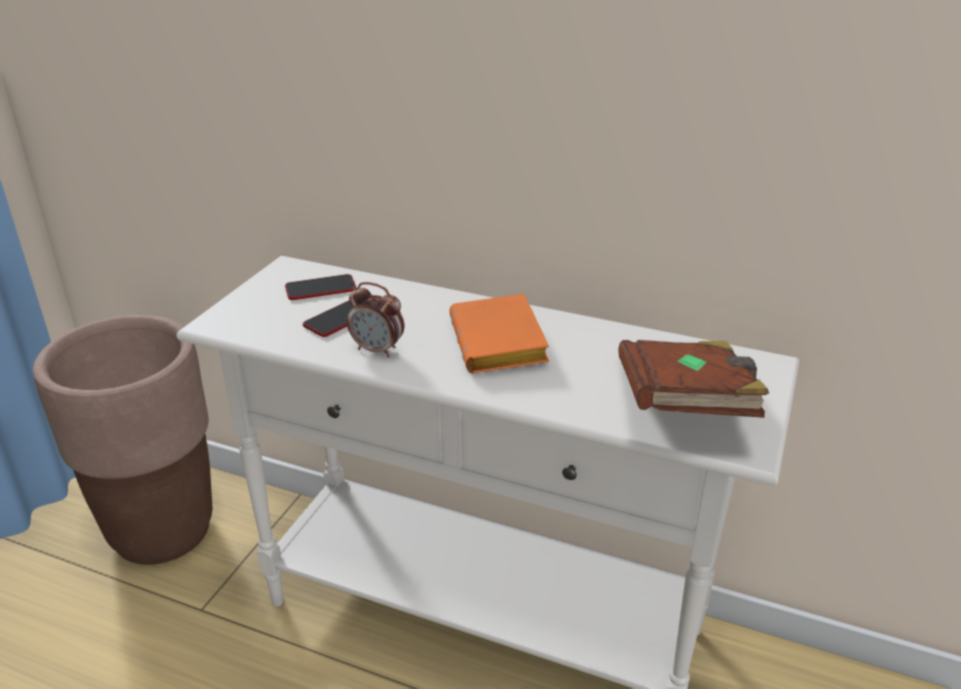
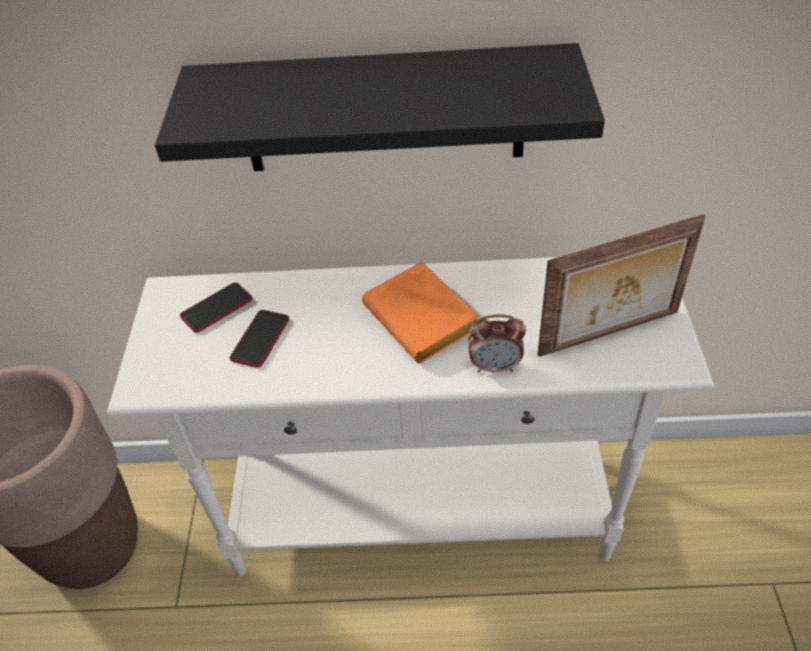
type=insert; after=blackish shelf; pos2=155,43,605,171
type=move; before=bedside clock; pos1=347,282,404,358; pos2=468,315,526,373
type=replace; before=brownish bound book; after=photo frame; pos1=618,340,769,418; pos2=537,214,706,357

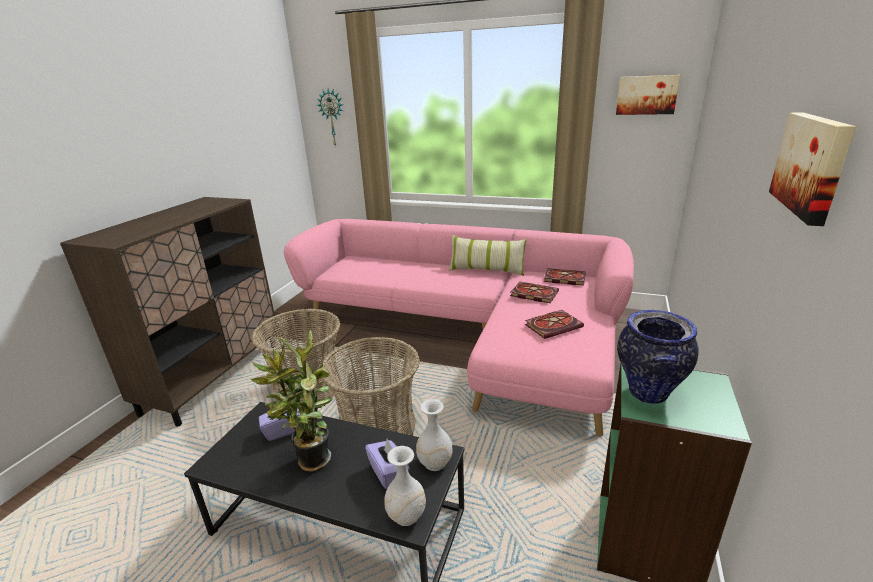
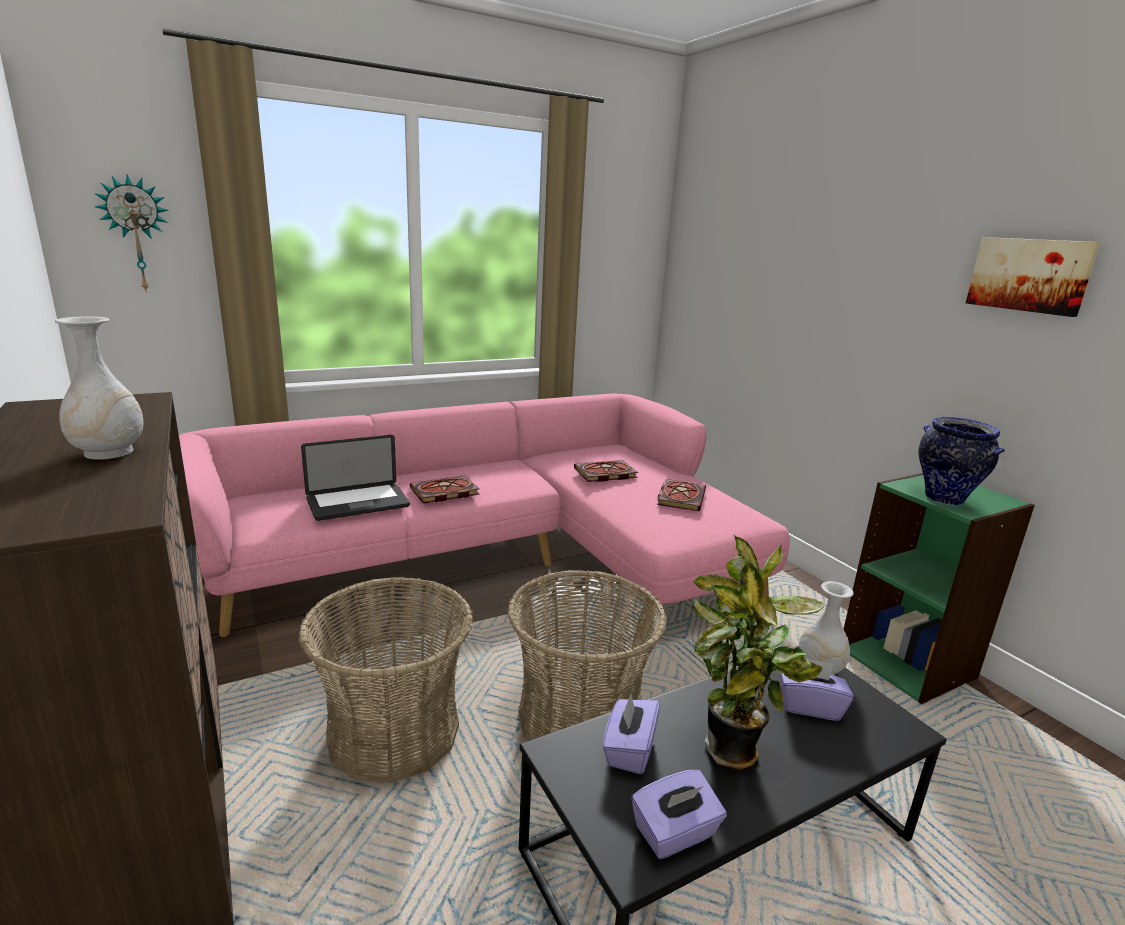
type=move; before=white-coloured vase; pos1=384,446,426,526; pos2=55,316,144,460
type=insert; after=laptop; pos2=301,435,410,521
type=move; before=bound book; pos1=544,268,586,285; pos2=410,475,480,504
type=insert; after=purplish tissue box; pos2=631,770,727,859
type=delete; before=pillow; pos1=448,235,527,276
type=delete; before=wall art; pos1=616,75,680,115

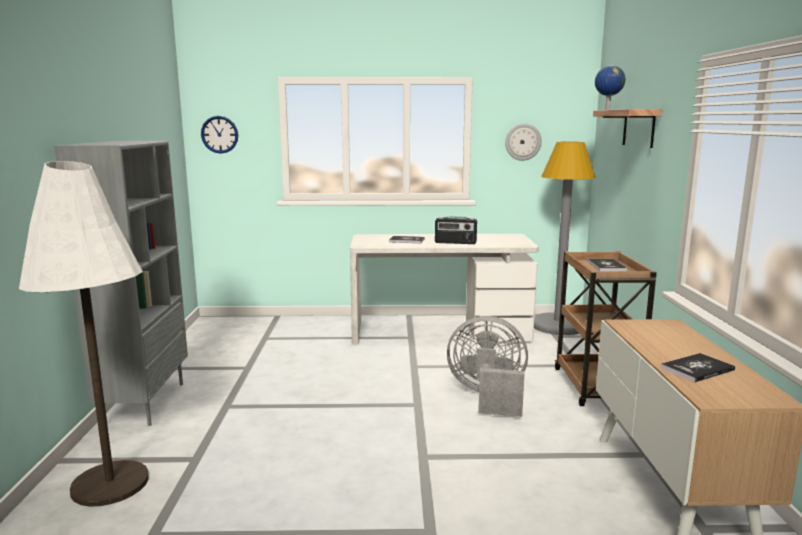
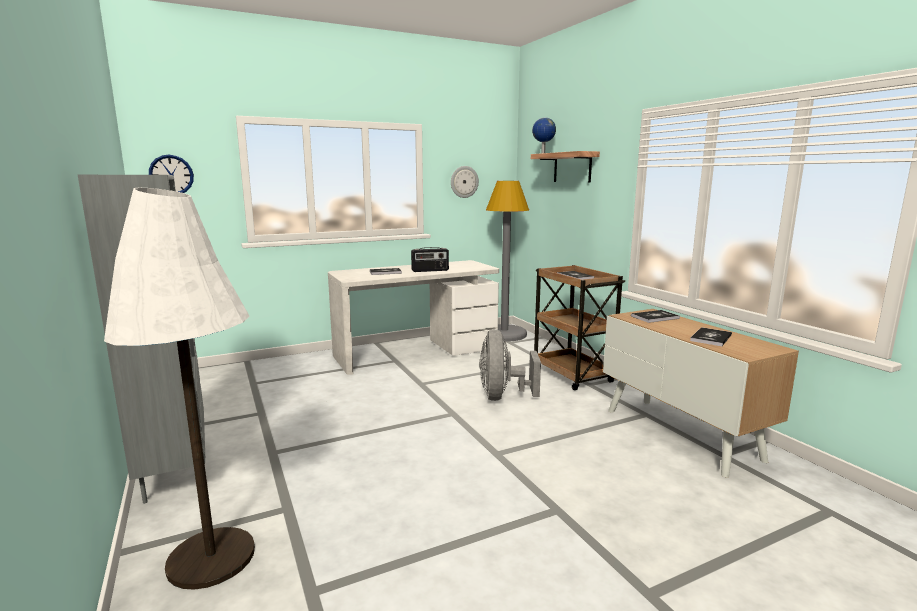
type=rotate; before=grey cooling fan; pos1=447,316,528,417; pos2=479,329,541,401; turn=-75
type=insert; after=bound book; pos2=631,310,680,323

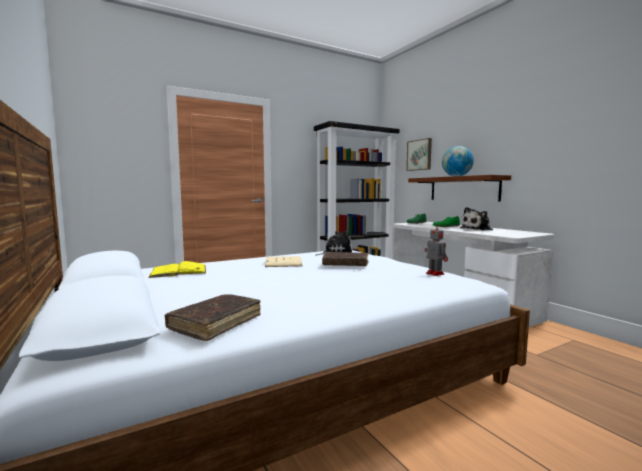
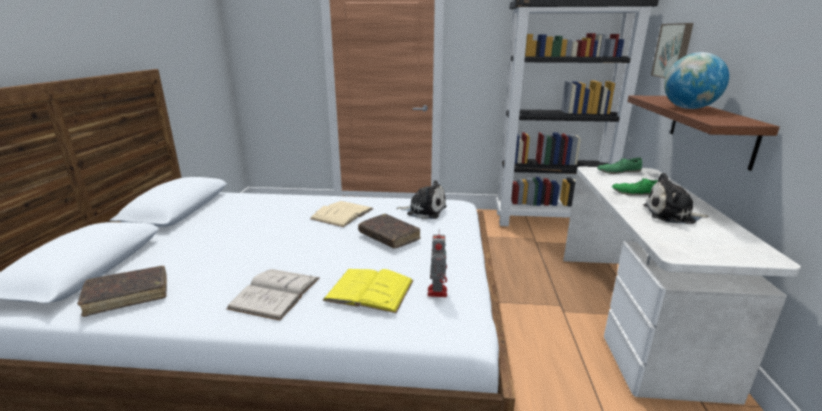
type=insert; after=white-coloured bound book; pos2=226,269,319,321
type=move; before=yellowish bound book; pos1=148,261,206,278; pos2=322,269,414,313

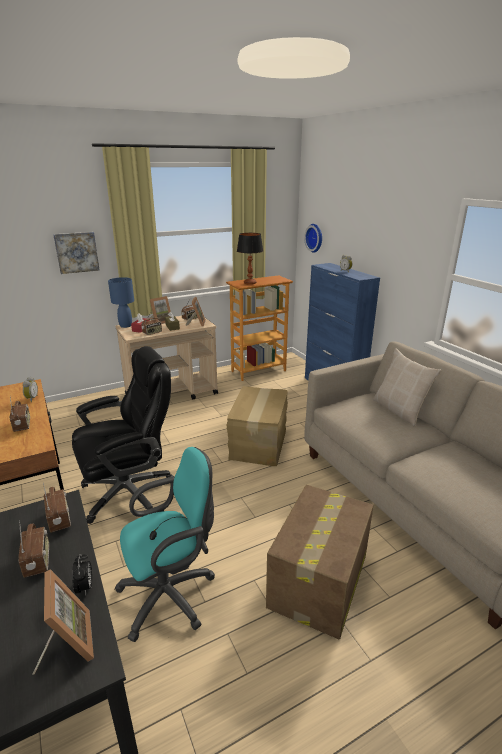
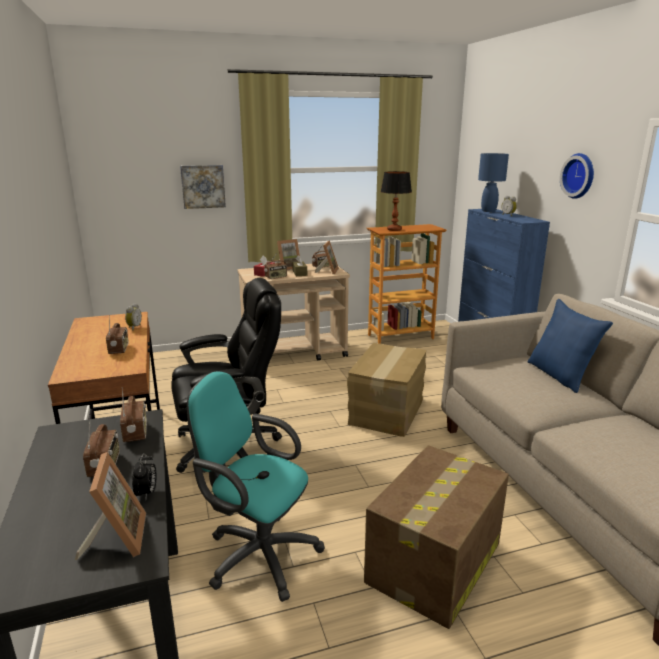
type=rotate; before=turquoise office chair; pos1=115,447,215,642; pos2=187,371,325,602; turn=-135
type=move; before=blue tabletop lamp; pos1=108,277,134,328; pos2=478,153,509,212
type=recolor; before=beige pillow; after=blue pillow; pos1=373,348,442,426; pos2=528,299,613,393
type=move; before=clock on the wall; pos1=304,224,322,253; pos2=560,153,594,199

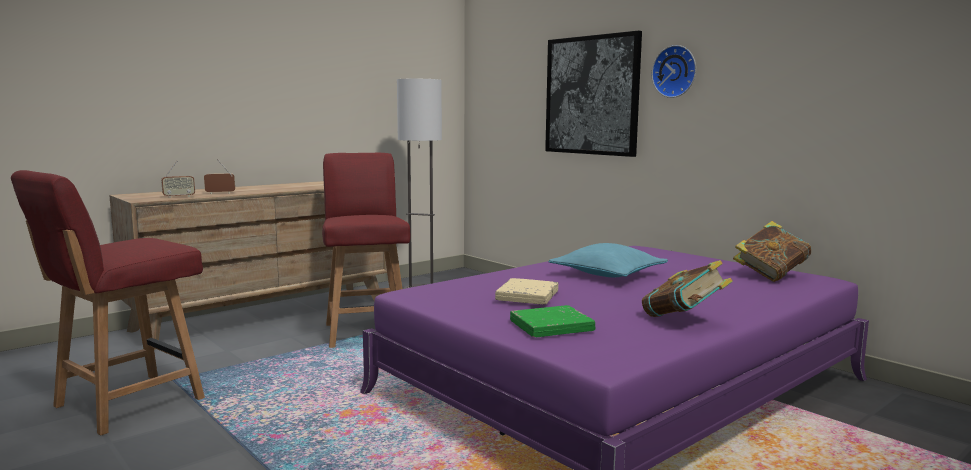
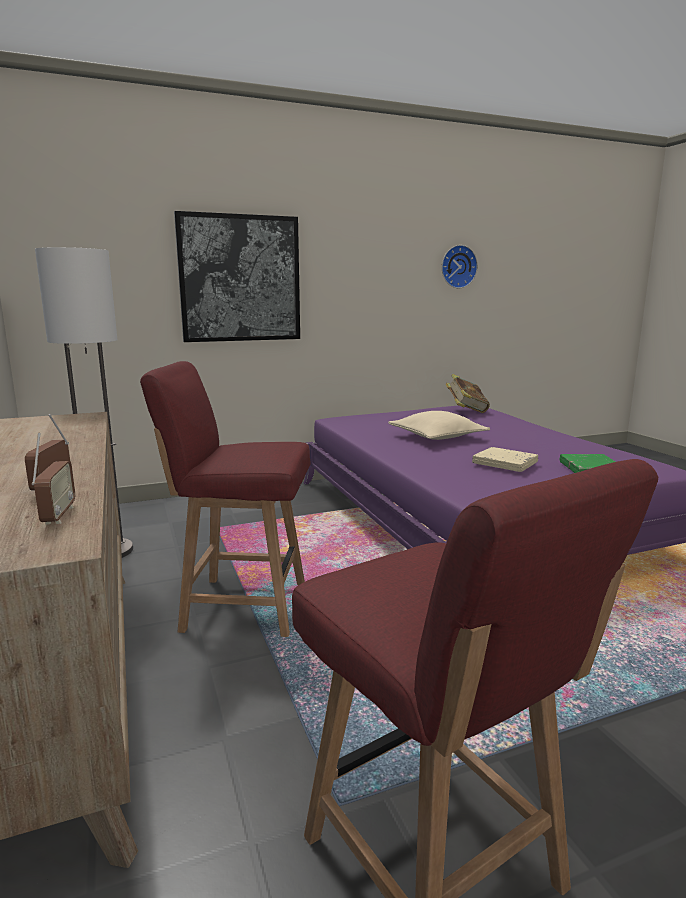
type=recolor; before=turquoise pillow; after=beige pillow; pos1=548,243,668,277; pos2=388,411,490,440
type=move; before=clock on the wall; pos1=652,45,696,98; pos2=442,245,478,288
type=delete; before=bound book; pos1=642,260,733,317

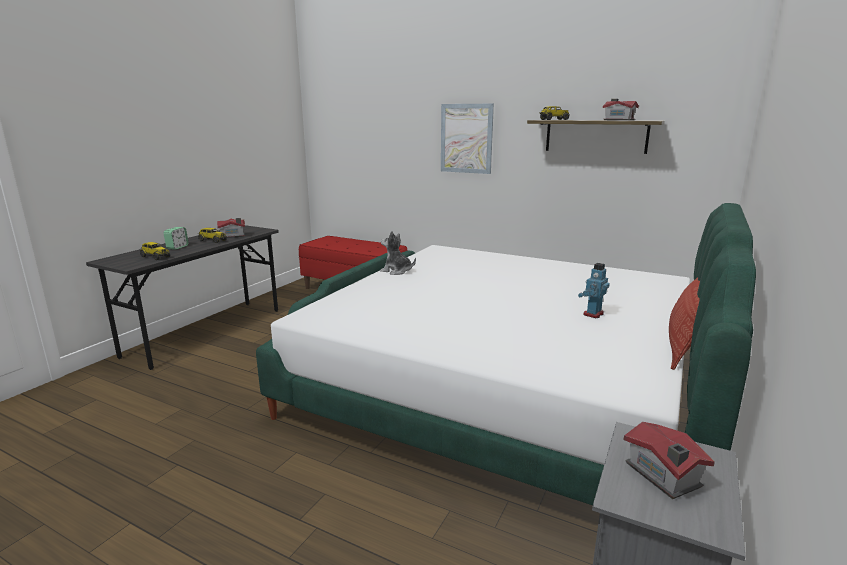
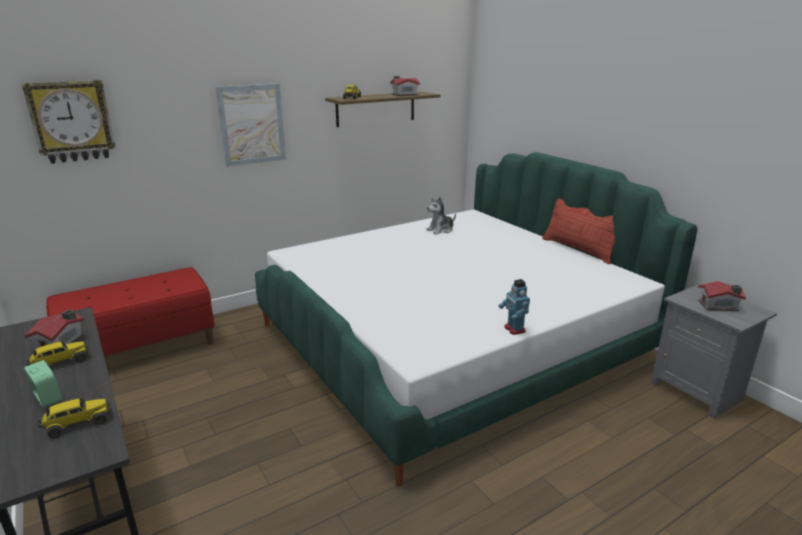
type=insert; after=clock on the wall; pos2=21,80,116,164
type=move; before=plush toy; pos1=380,231,416,275; pos2=426,197,456,234
type=move; before=model robot; pos1=578,263,610,318; pos2=498,279,530,335

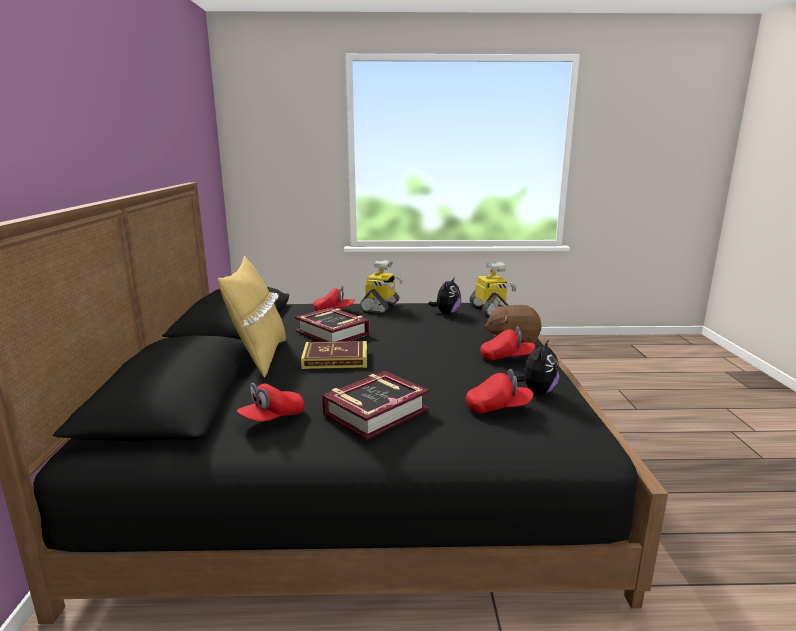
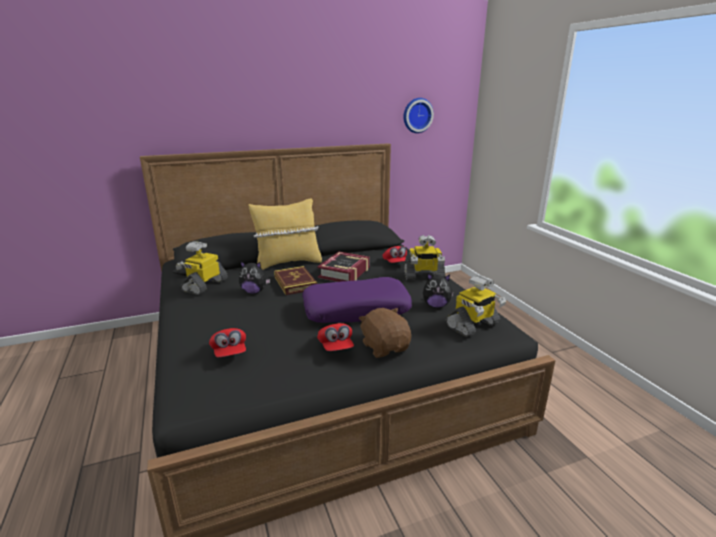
type=replace; before=red baseball cap; after=model robot; pos1=237,383,305,422; pos2=176,241,228,295
type=move; before=plush toy; pos1=514,339,559,394; pos2=239,261,270,294
type=insert; after=purplish pillow; pos2=302,277,412,323
type=insert; after=clock on the wall; pos2=403,98,434,133
type=delete; before=bound book; pos1=322,371,429,440

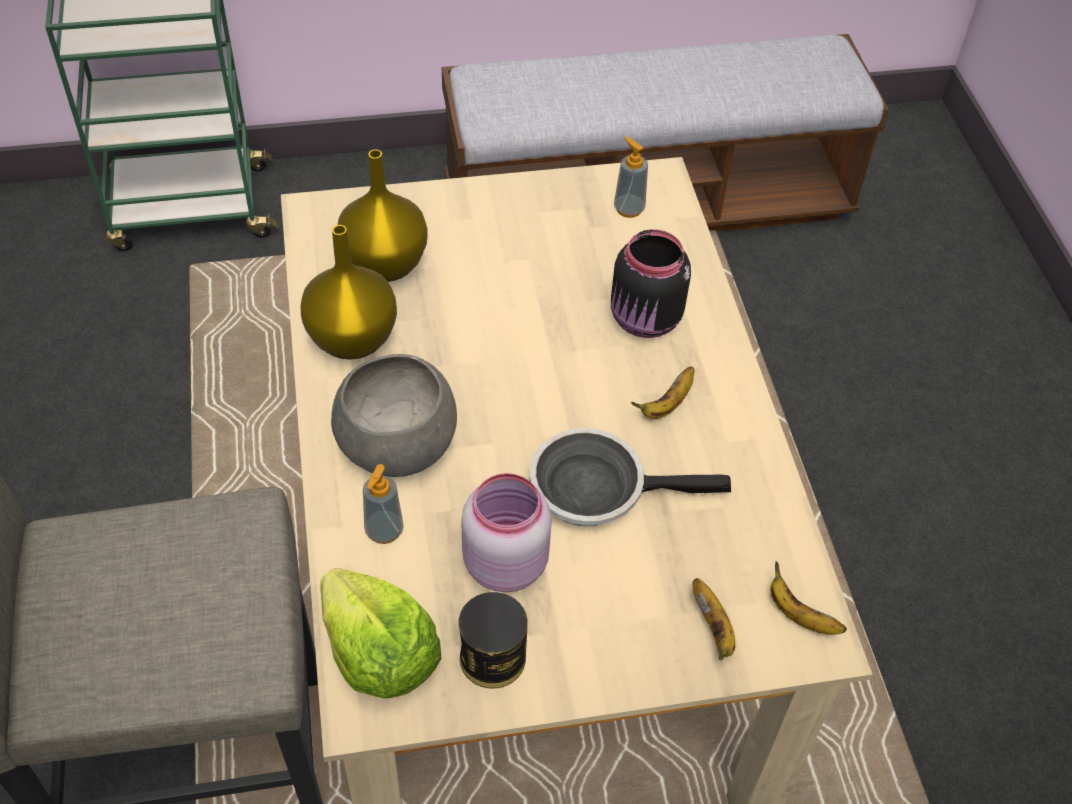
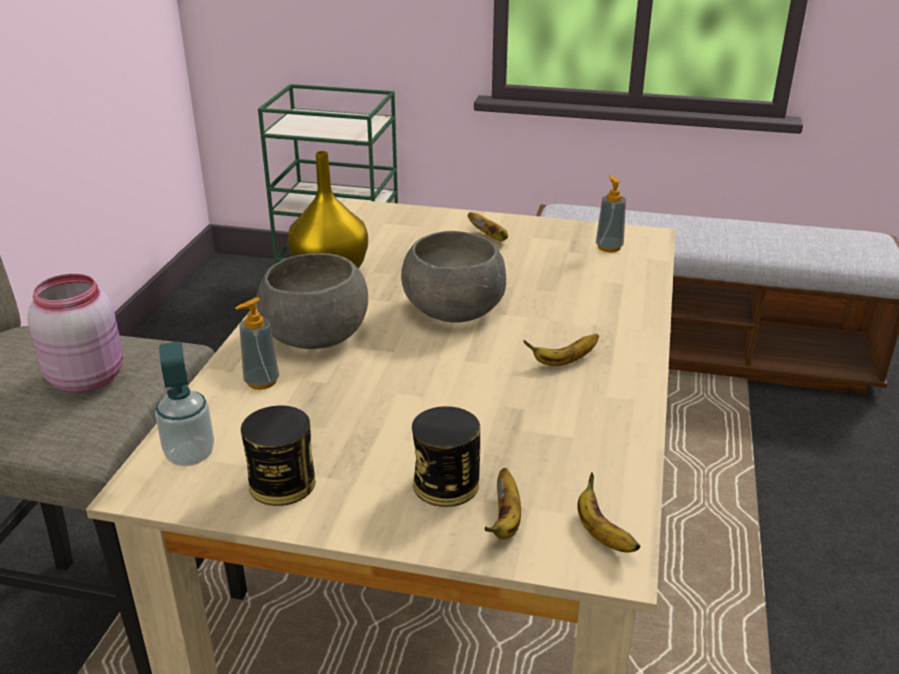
type=move; before=pinkish preserve jar; pos1=461,473,552,592; pos2=27,274,123,393
type=replace; before=head of lettuce; after=liquid soap bottle; pos1=320,568,441,698; pos2=155,342,214,466
type=insert; after=grey deep dish; pos2=401,231,506,323
type=insert; after=sealed can; pos2=412,406,480,507
type=insert; after=banana fruit; pos2=467,212,508,241
type=delete; before=yellowish vase; pos1=338,149,428,282
type=delete; before=skillet; pos1=530,428,731,526
type=delete; before=blackish preserve jar; pos1=611,229,691,338

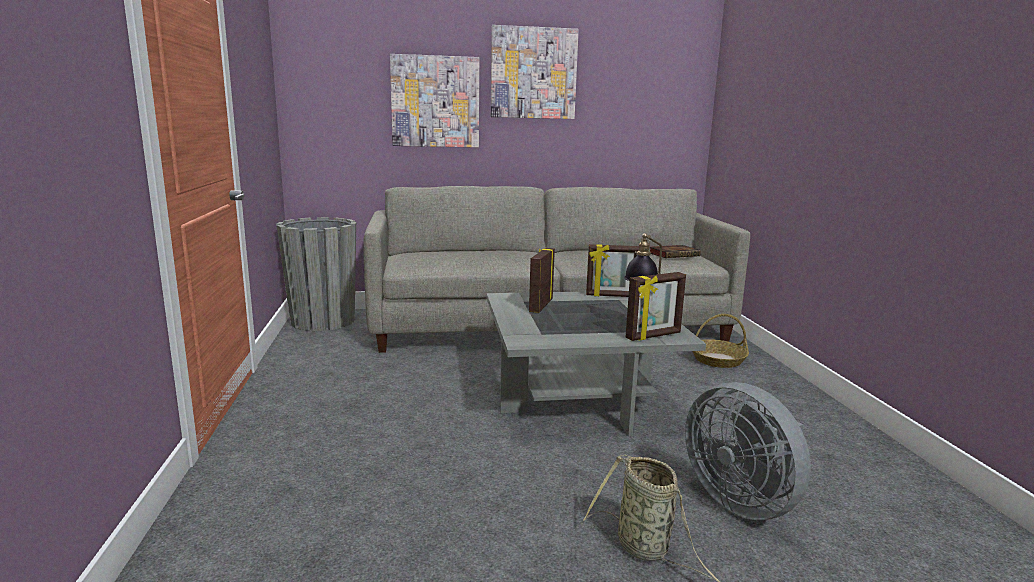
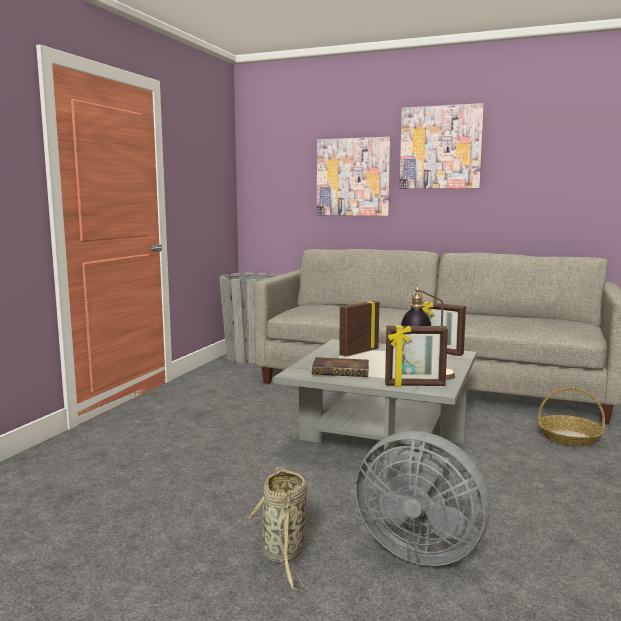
type=move; before=bound book; pos1=650,245,701,258; pos2=312,357,369,377
type=rotate; before=grey cooling fan; pos1=685,382,811,520; pos2=355,431,490,566; turn=-60

